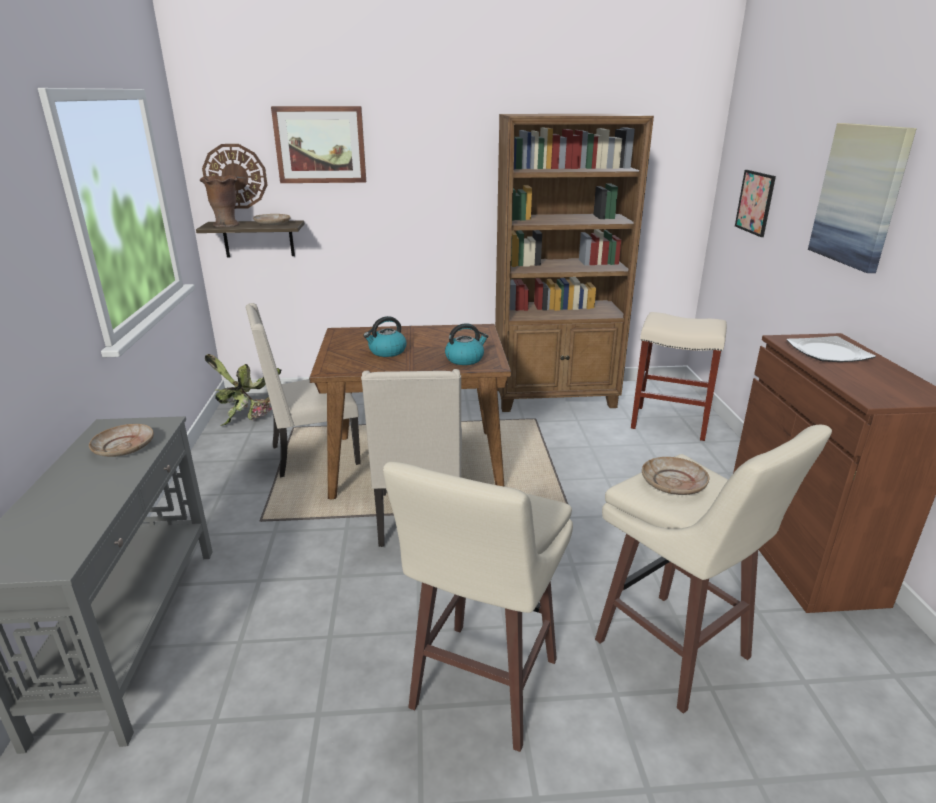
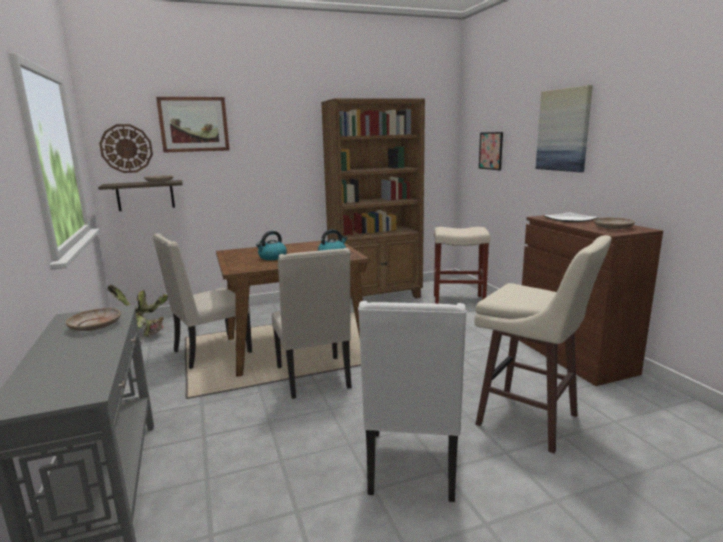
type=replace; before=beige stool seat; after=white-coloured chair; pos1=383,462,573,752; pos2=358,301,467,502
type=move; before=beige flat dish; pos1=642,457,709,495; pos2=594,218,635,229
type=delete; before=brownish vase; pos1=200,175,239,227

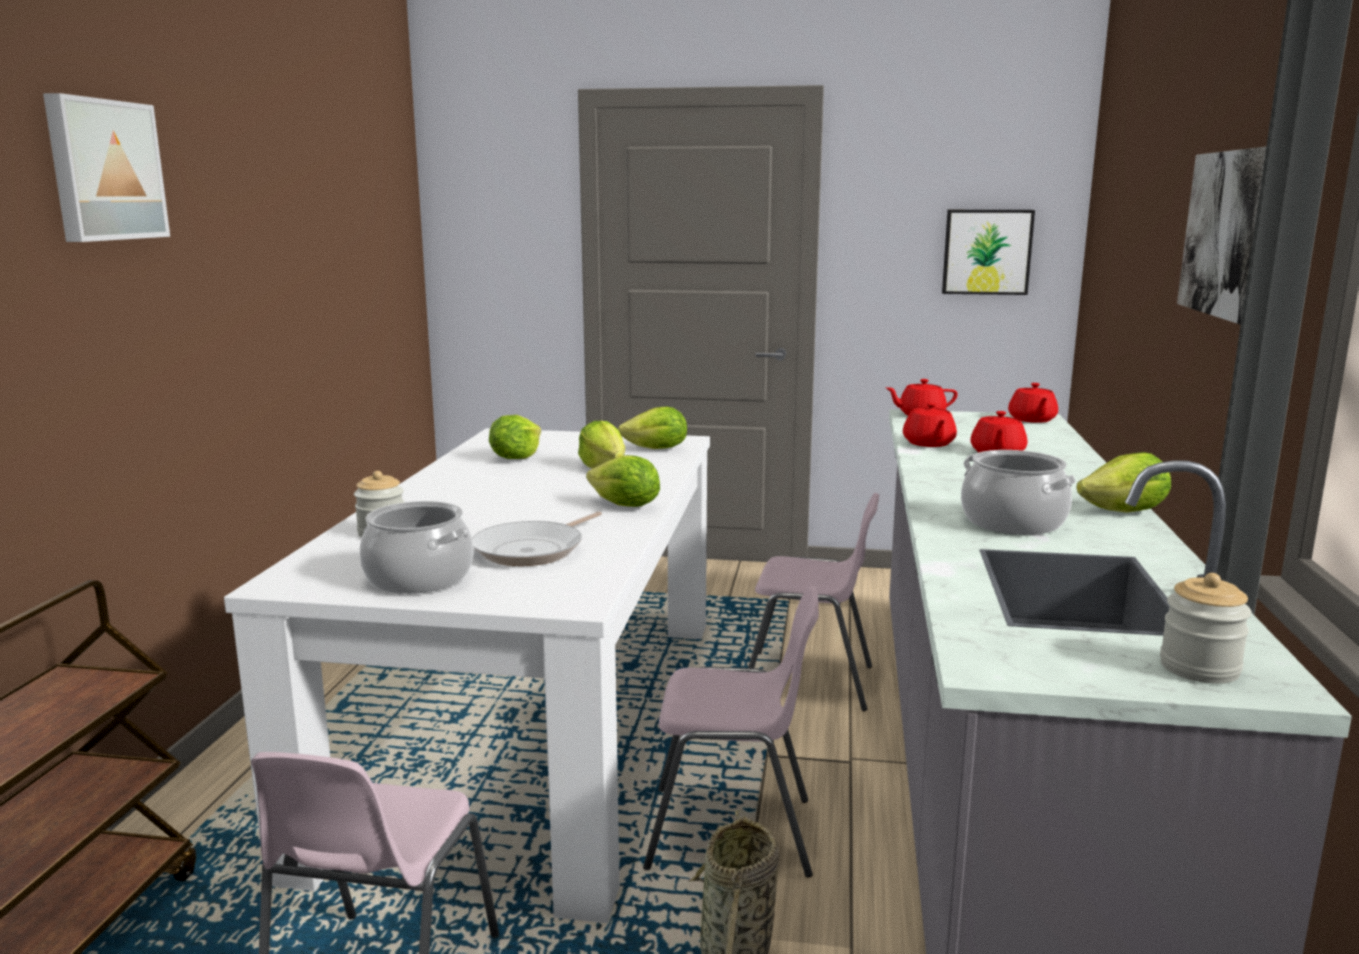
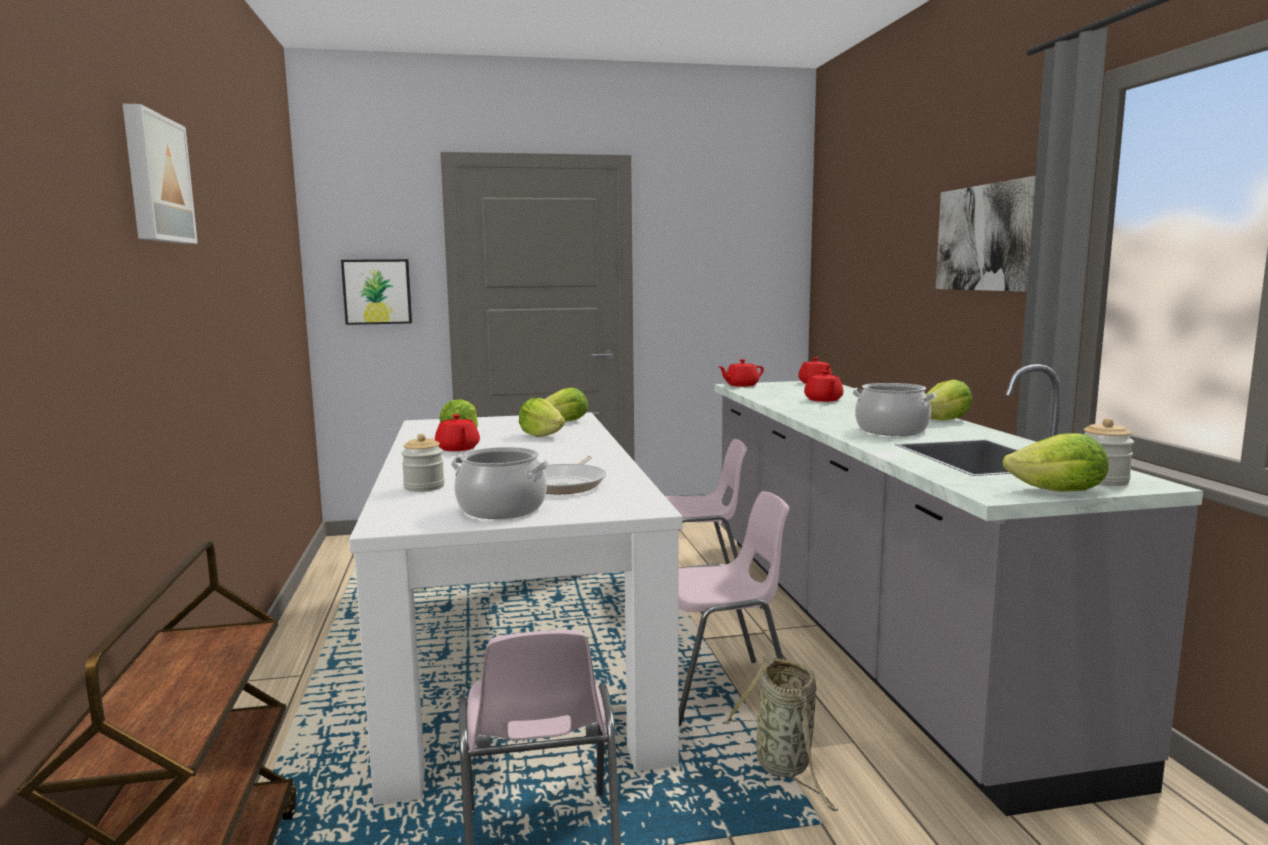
type=move; before=wall art; pos1=942,210,1035,295; pos2=341,259,412,325
type=move; before=red tea pot; pos1=903,403,957,447; pos2=435,414,480,451
type=move; before=head of lettuce; pos1=586,455,660,507; pos2=1002,433,1109,491

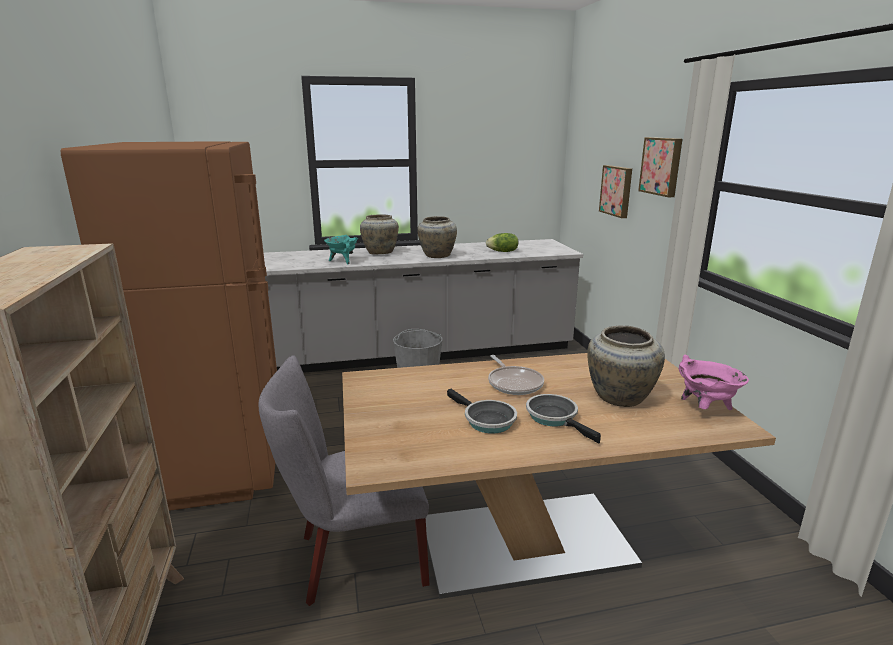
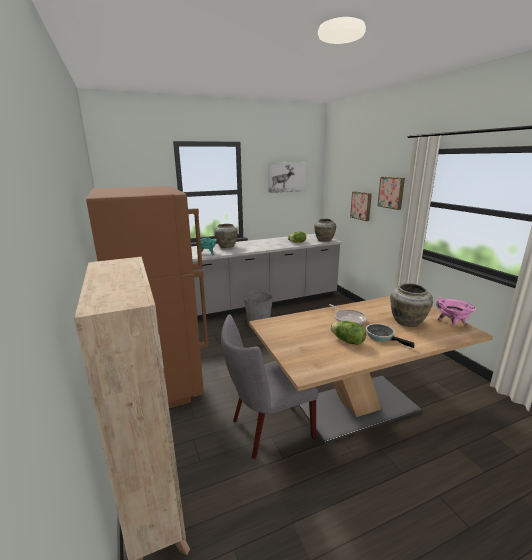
type=insert; after=wall art; pos2=268,163,307,193
type=move; before=beige vase; pos1=417,216,457,258; pos2=314,219,336,242
type=replace; before=skillet; after=head of lettuce; pos1=447,389,517,434; pos2=330,321,366,345

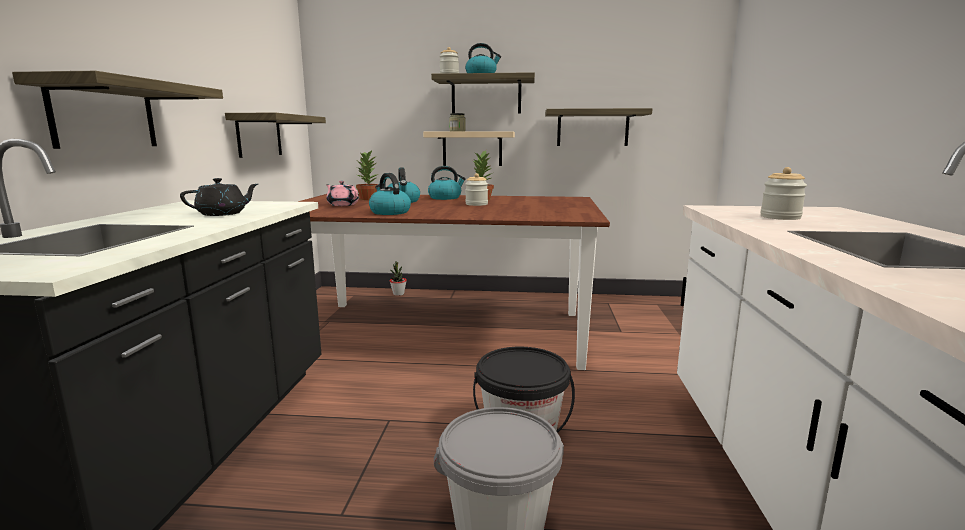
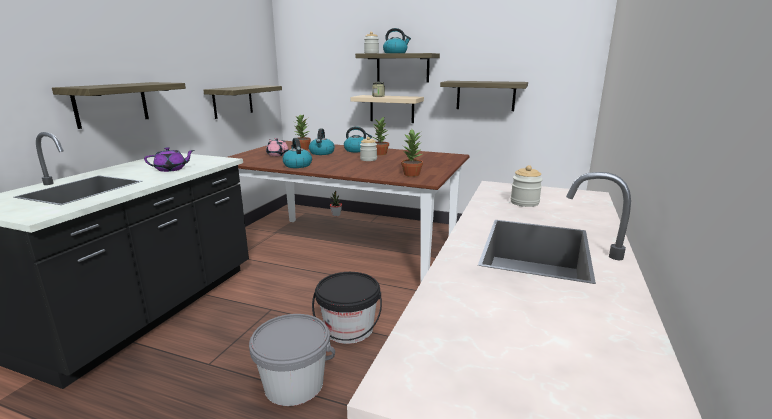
type=recolor; before=blackish tea pot; after=purplish tea pot; pos1=180,178,258,216; pos2=144,147,194,172
type=insert; after=houseplant; pos2=401,129,423,177

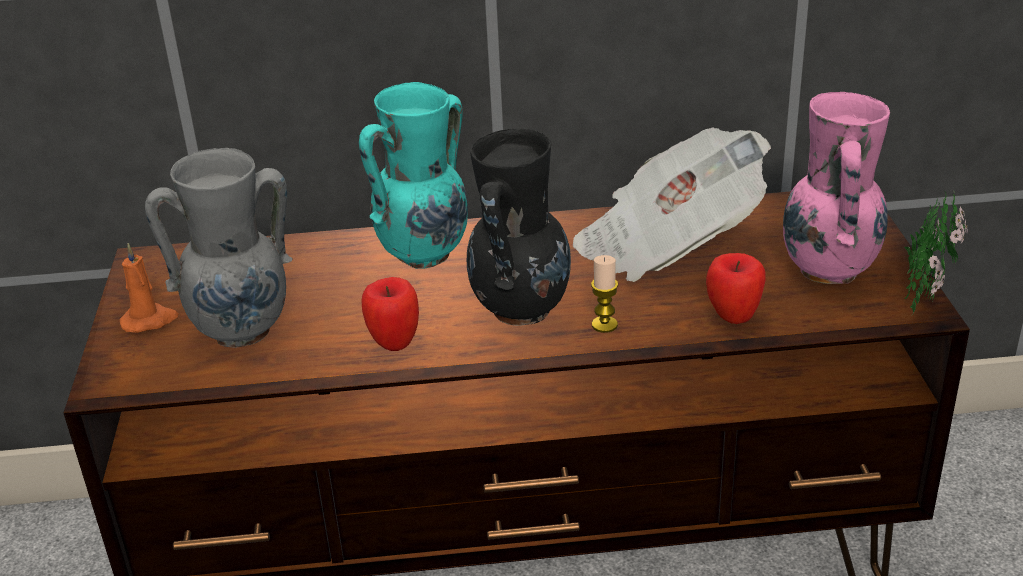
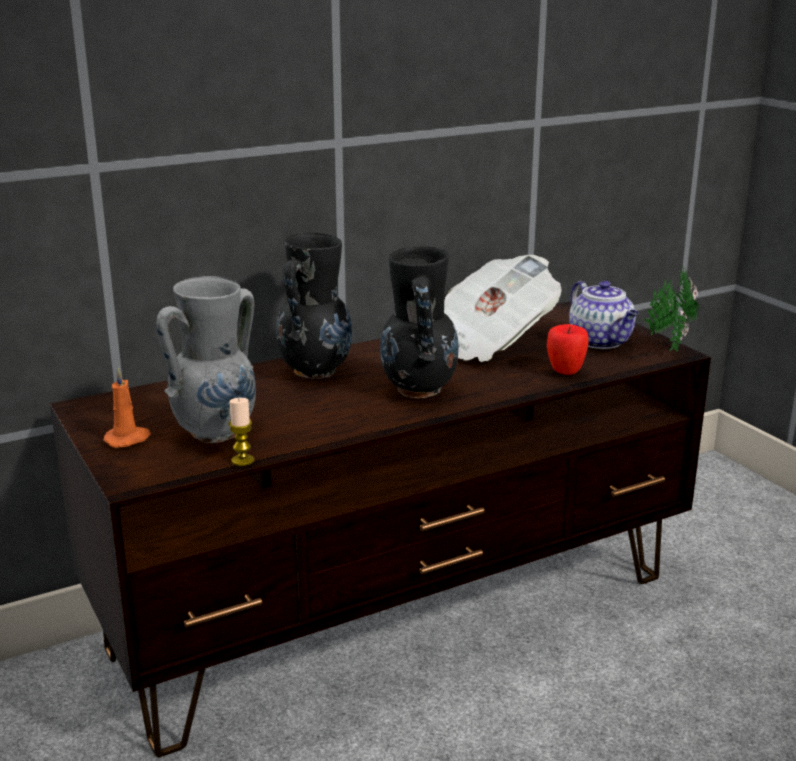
type=move; before=wax candle; pos1=591,255,618,333; pos2=229,398,254,466
type=recolor; before=turquoise vase; after=blackish vase; pos1=359,82,468,269; pos2=276,232,352,379
type=replace; before=pinkish vase; after=tea pot; pos1=783,92,890,284; pos2=569,280,639,349
type=delete; before=apple; pos1=362,277,419,351

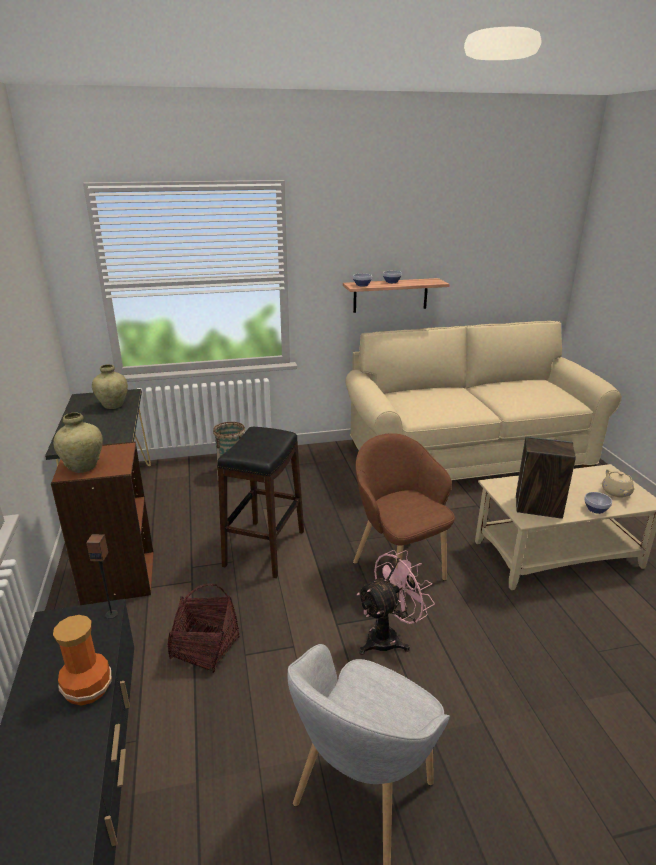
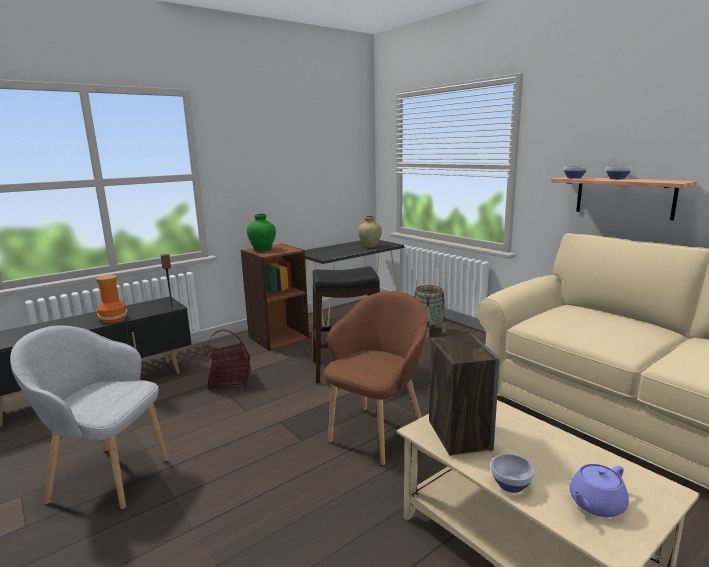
type=recolor; before=beige vase; after=green-coloured vase; pos1=53,412,103,473; pos2=247,214,276,251
type=recolor; before=beige tea pot; after=purplish tea pot; pos1=602,469,636,497; pos2=570,464,629,517
type=delete; before=pinkish cooling fan; pos1=357,550,435,655

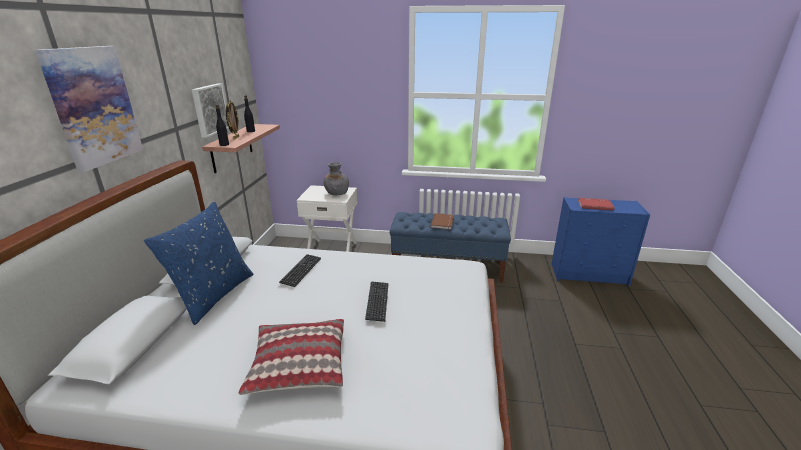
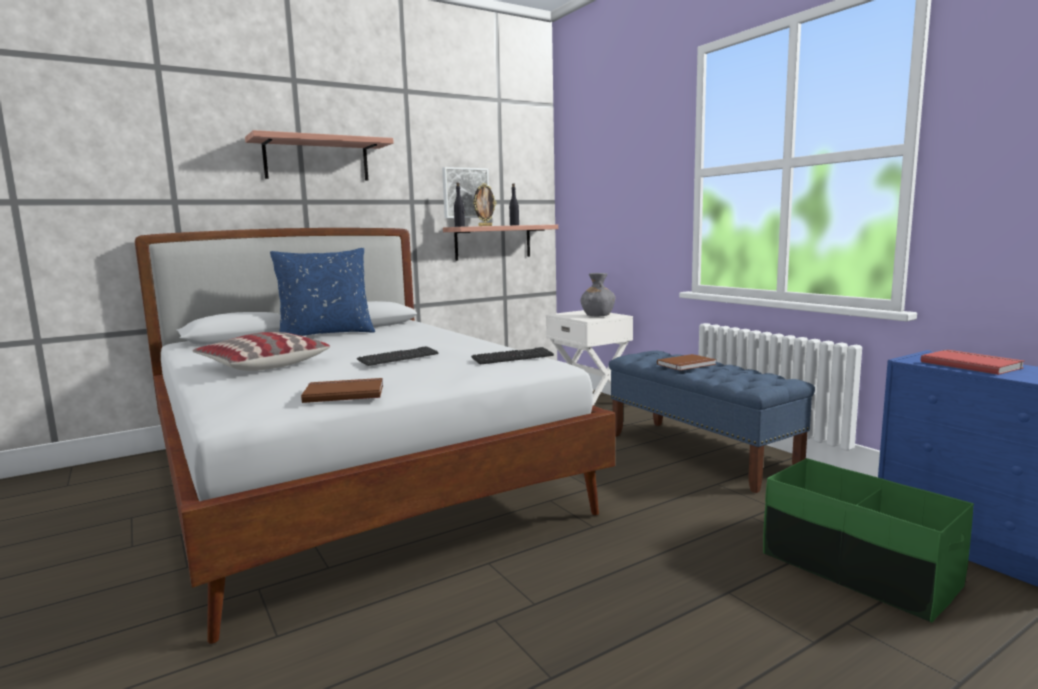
type=replace; before=wall art; after=shelf; pos1=35,46,143,172; pos2=245,130,394,181
type=insert; after=brownish bound book; pos2=301,378,383,403
type=move; before=PC keyboard; pos1=279,254,321,287; pos2=471,347,554,365
type=insert; after=green-coloured storage container; pos2=763,458,974,623

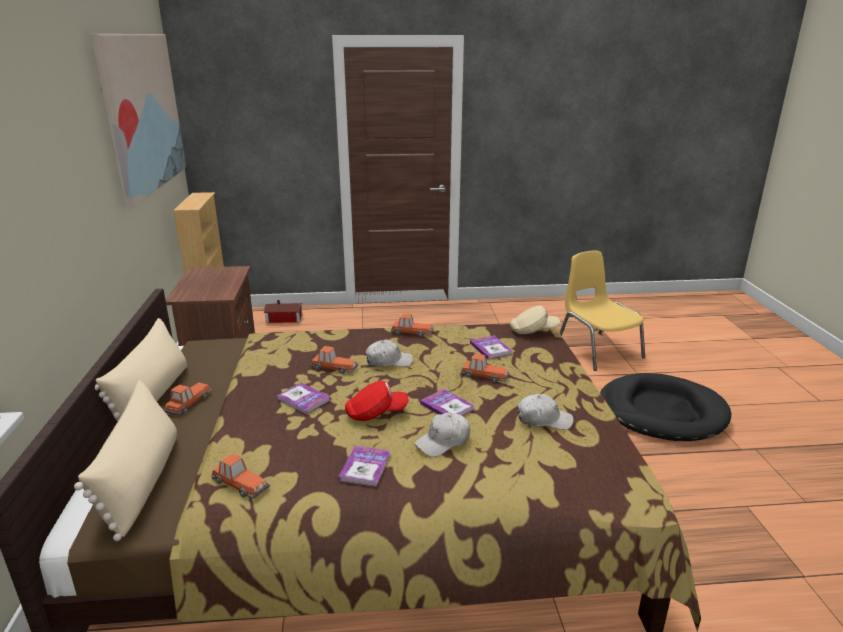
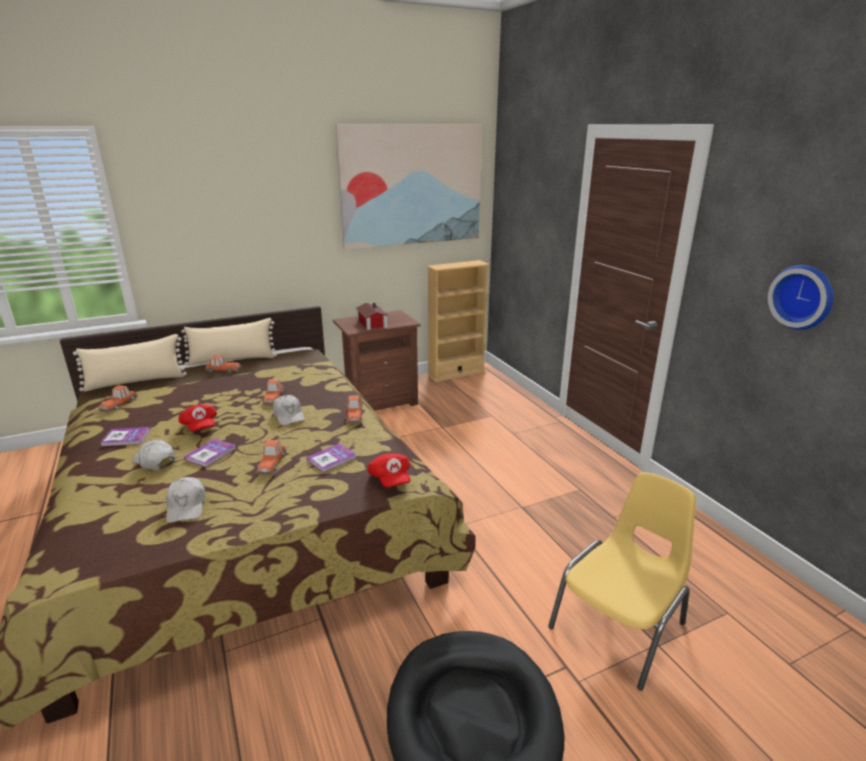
type=move; before=toy house; pos1=264,300,302,323; pos2=356,303,389,330
type=recolor; before=beige baseball cap; after=red baseball cap; pos1=510,306,560,334; pos2=367,453,410,488
type=insert; after=clock on the wall; pos2=768,265,834,330
type=delete; before=bound book; pos1=277,383,331,414

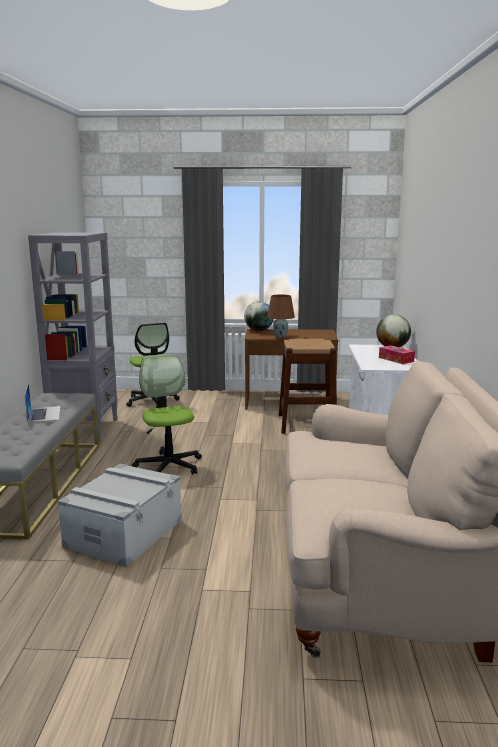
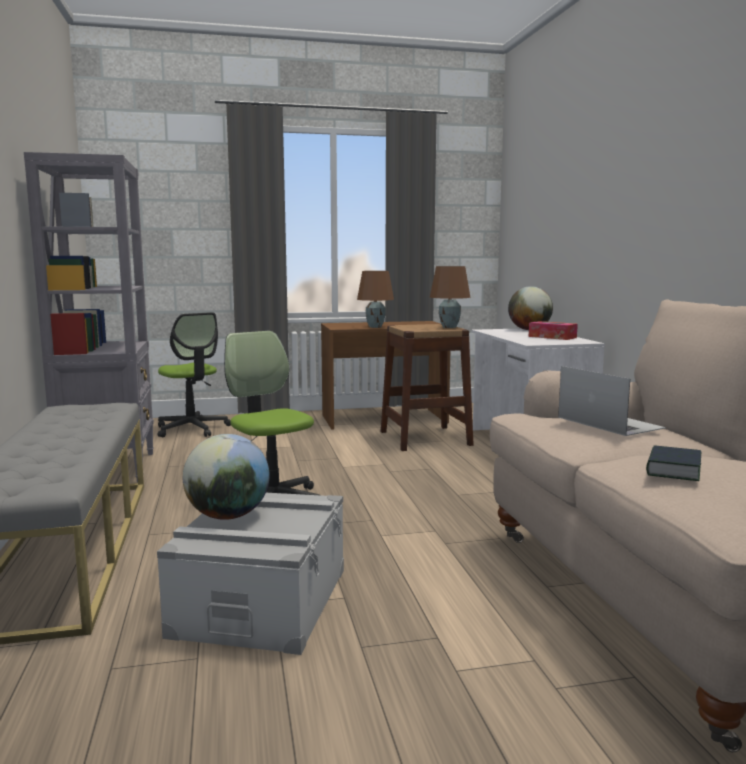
type=move; before=globe; pos1=244,301,274,331; pos2=183,434,269,520
type=insert; after=brownish tabletop lamp; pos2=430,266,470,328
type=move; before=laptop; pos1=25,383,60,423; pos2=558,366,666,436
type=insert; after=bound book; pos2=646,445,701,481

